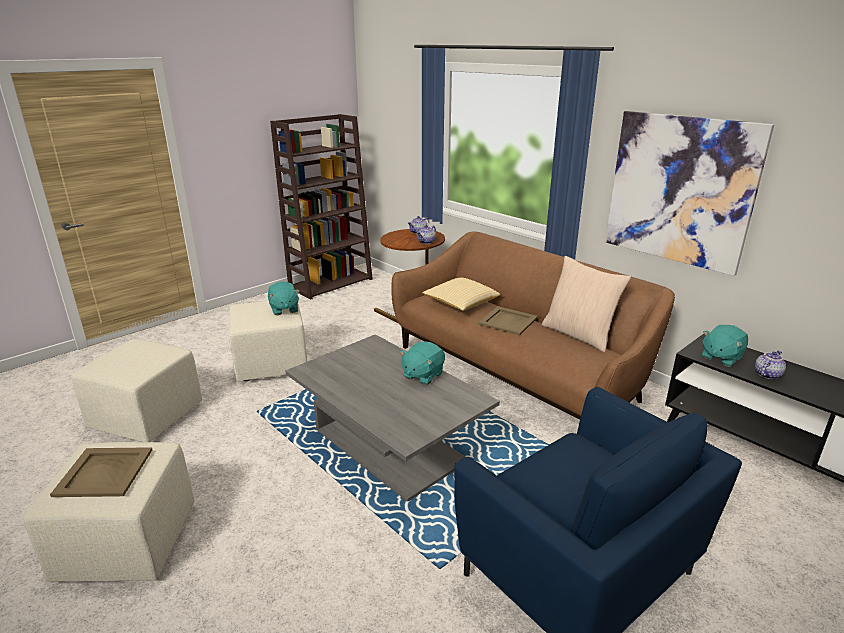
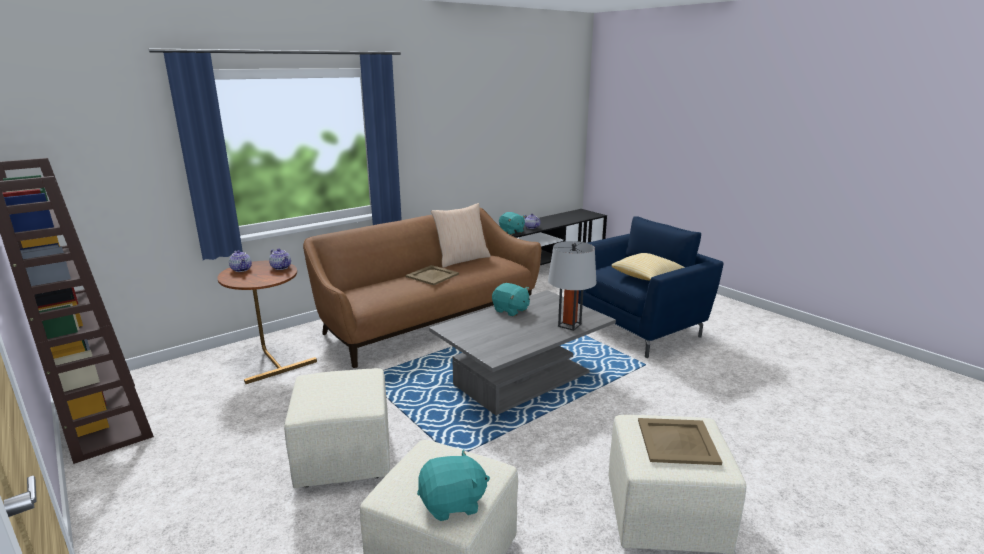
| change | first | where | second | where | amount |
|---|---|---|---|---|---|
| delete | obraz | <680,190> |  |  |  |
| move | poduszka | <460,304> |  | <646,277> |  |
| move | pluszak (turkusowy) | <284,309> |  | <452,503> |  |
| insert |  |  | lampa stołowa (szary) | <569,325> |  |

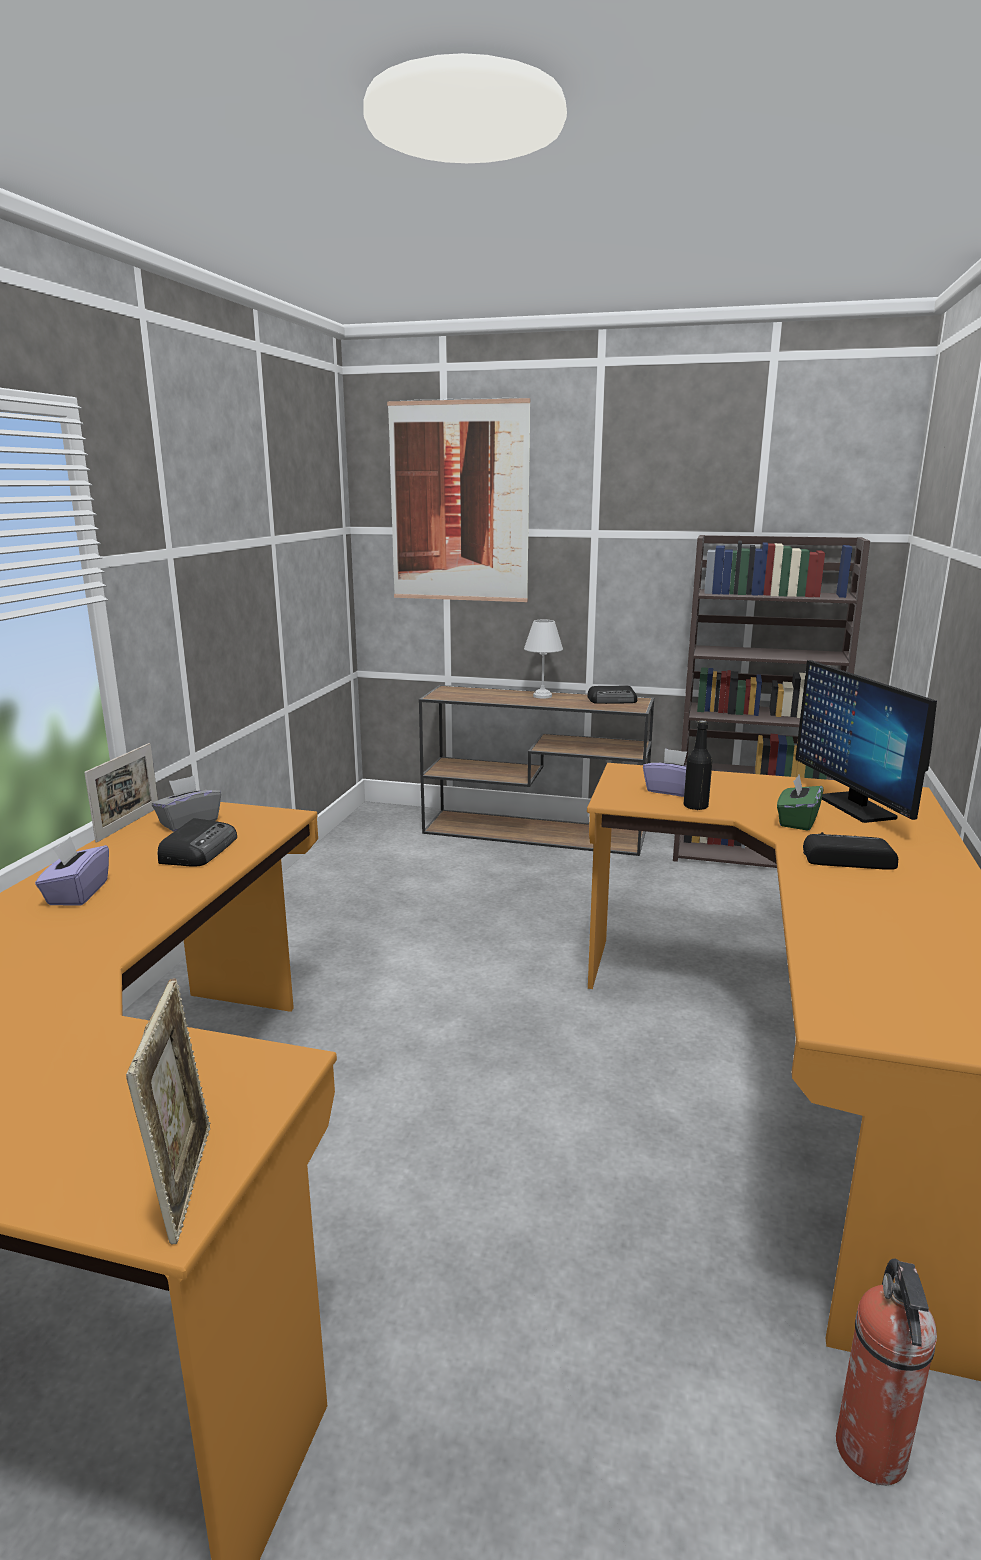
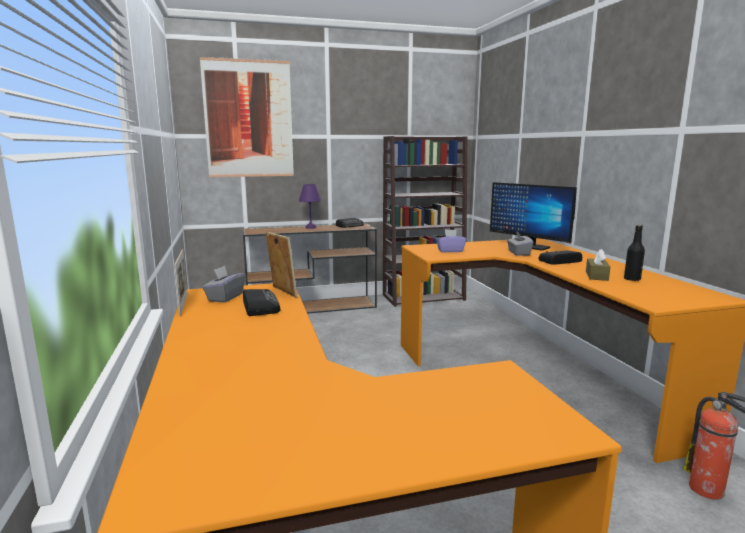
| change | first | where | second | where | amount |
|---|---|---|---|---|---|
| recolor | lampa stołowa (biały) | <543,696> | lampa stołowa (fioletowy) | <311,227> |  |
| move | butelka (czarny) | <695,806> |  | <632,279> |  |
| recolor | pudełko chusteczek (zielony) | <797,821> | pudełko chusteczek (szary) | <518,253> |  |
| delete | pudełko chusteczek (fioletowy) | <77,893> |  |  |  |
| move | ramka na zdjęcie | <184,1181> |  | <282,292> |  |
| insert |  |  | pudełko chusteczek (brązowy) | <596,276> |  |

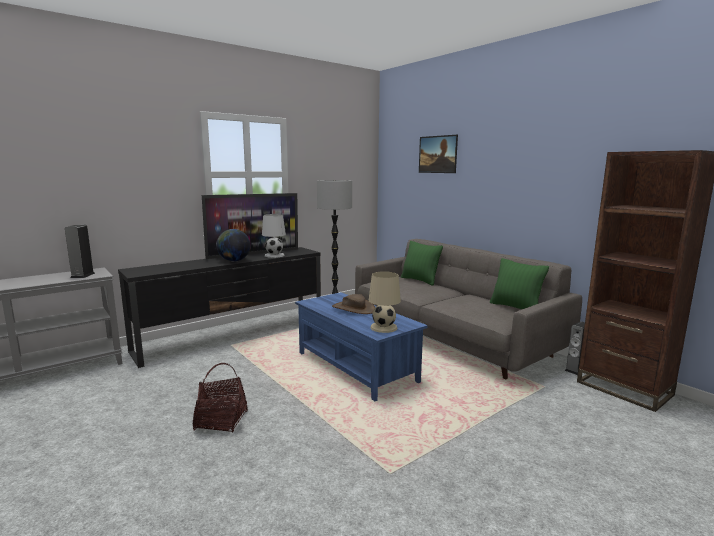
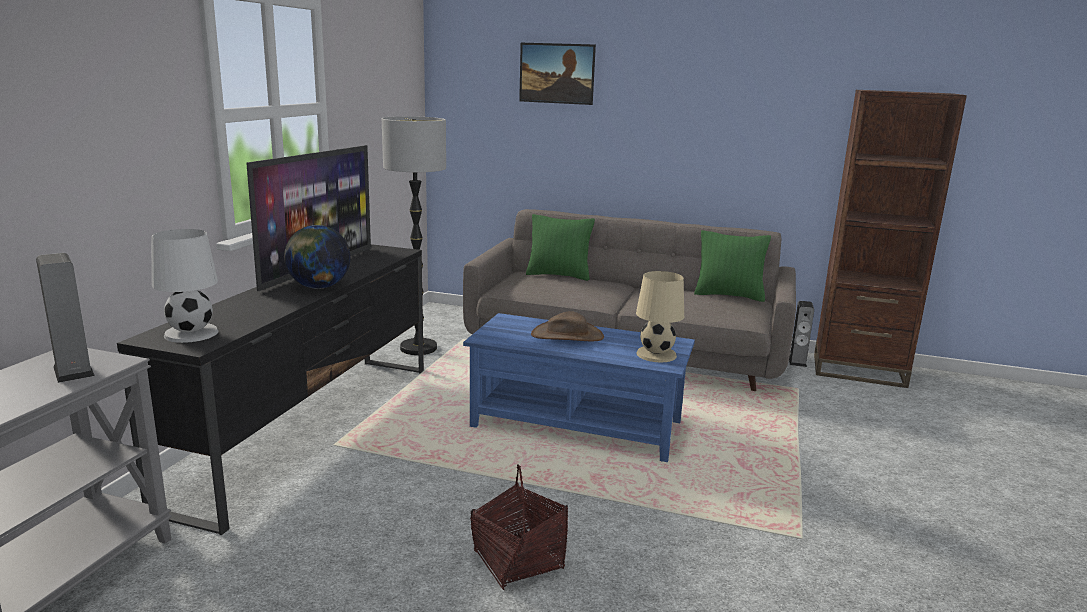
| change | first | where | second | where | amount |
|---|---|---|---|---|---|
| move | lampa stołowa (biały) | <274,255> |  | <190,333> |  |

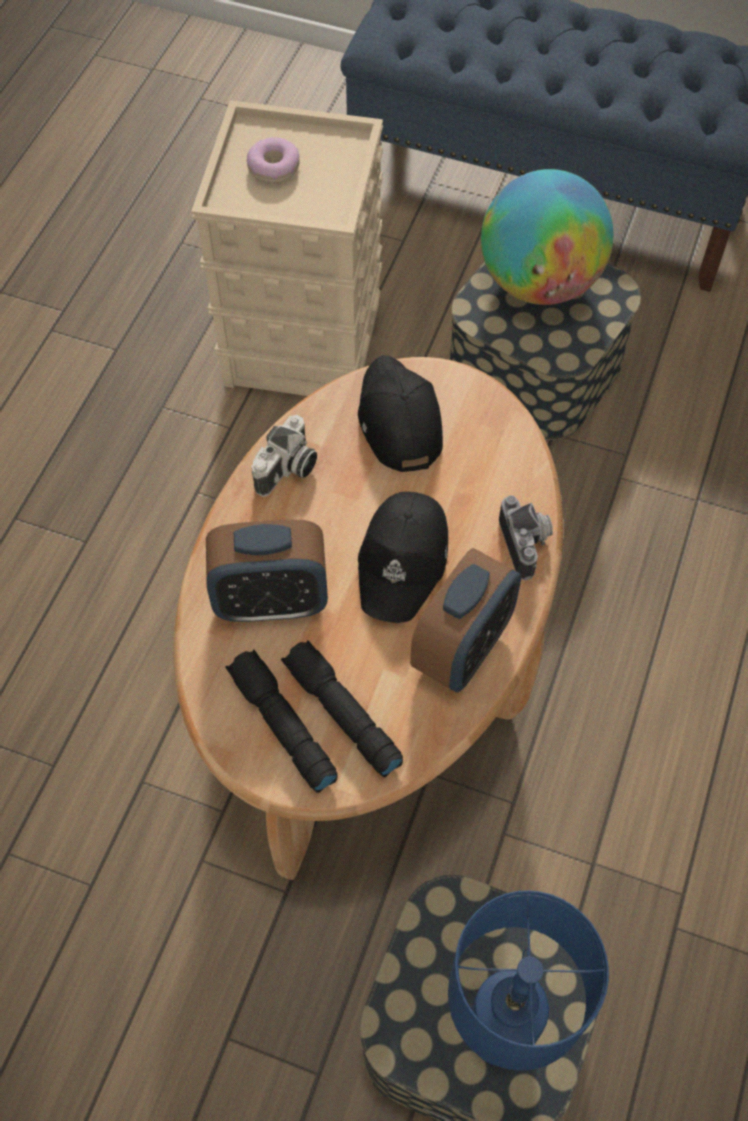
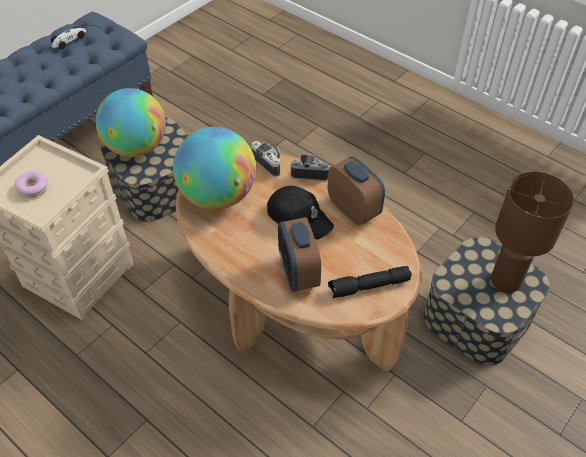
| change | first | where | second | where | amount |
|---|---|---|---|---|---|
| replace | czapka z daszkiem (czarny) | <398,420> | globus | <218,196> |  |
| move | aparat fotograficzny | <287,470> |  | <270,163> |  |
| rotate | budzik | <271,601> |  | <298,273> | 150 degrees clockwise |
| delete | latarka (czarny) | <340,714> |  |  |  |
| recolor | lampa stołowa (niebieski) | <502,1032> | lampa stołowa (brązowy) | <506,280> |  |
| insert |  |  | samochodzik | <69,40> |  |

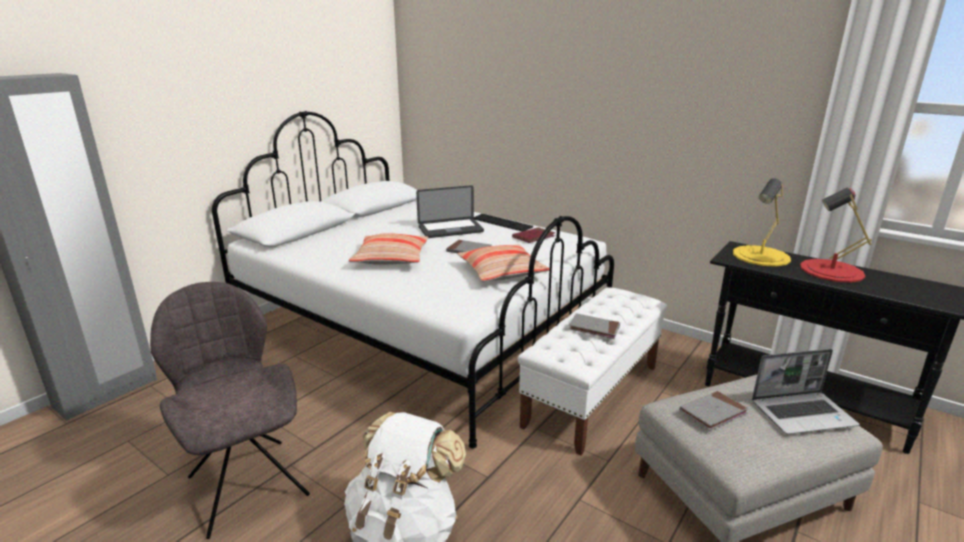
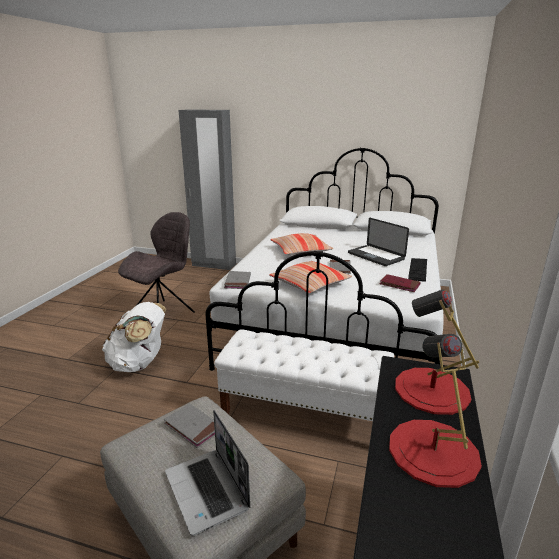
| change | first | where | second | where | amount |
|---|---|---|---|---|---|
| recolor | lampa stołowa (żółty) | <761,256> | lampa stołowa (czerwony) | <431,390> |  |
| move | książka (szary) | <594,328> |  | <237,282> |  |

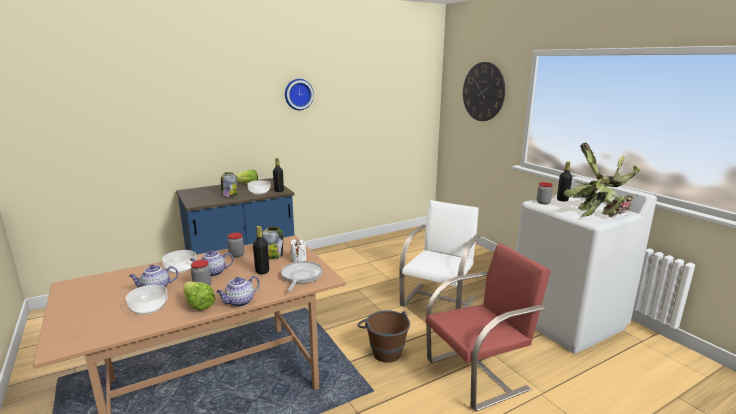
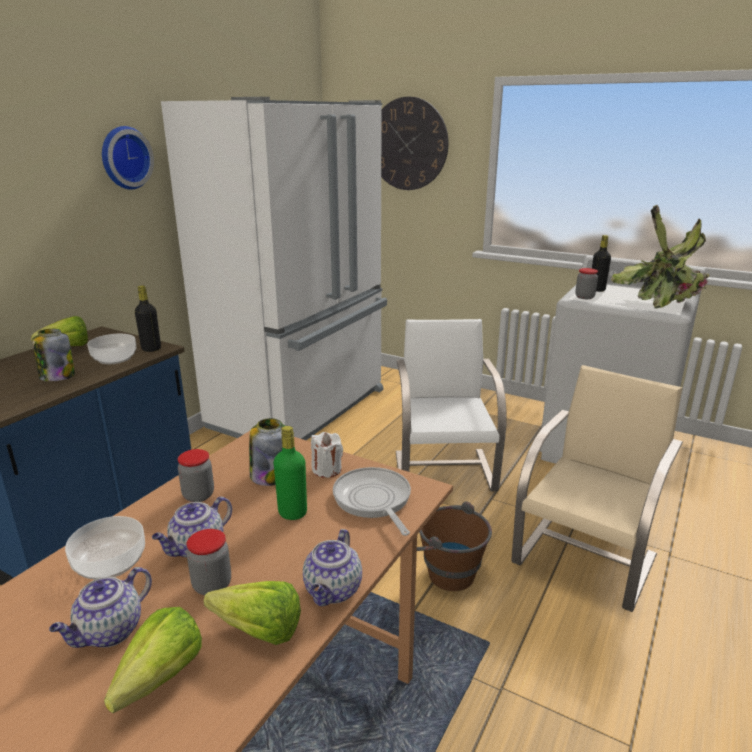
| change | first | where | second | where | amount |
|---|---|---|---|---|---|
| recolor | butelka (czarny) | <262,271> | butelka (zielony) | <292,513> |  |
| recolor | krzesło (czerwony) | <478,374> | krzesło (beżowy) | <586,558> |  |
| replace | miska | <149,307> | sałata | <153,685> |  |
| insert |  |  | lodówka (biały) | <302,409> |  |

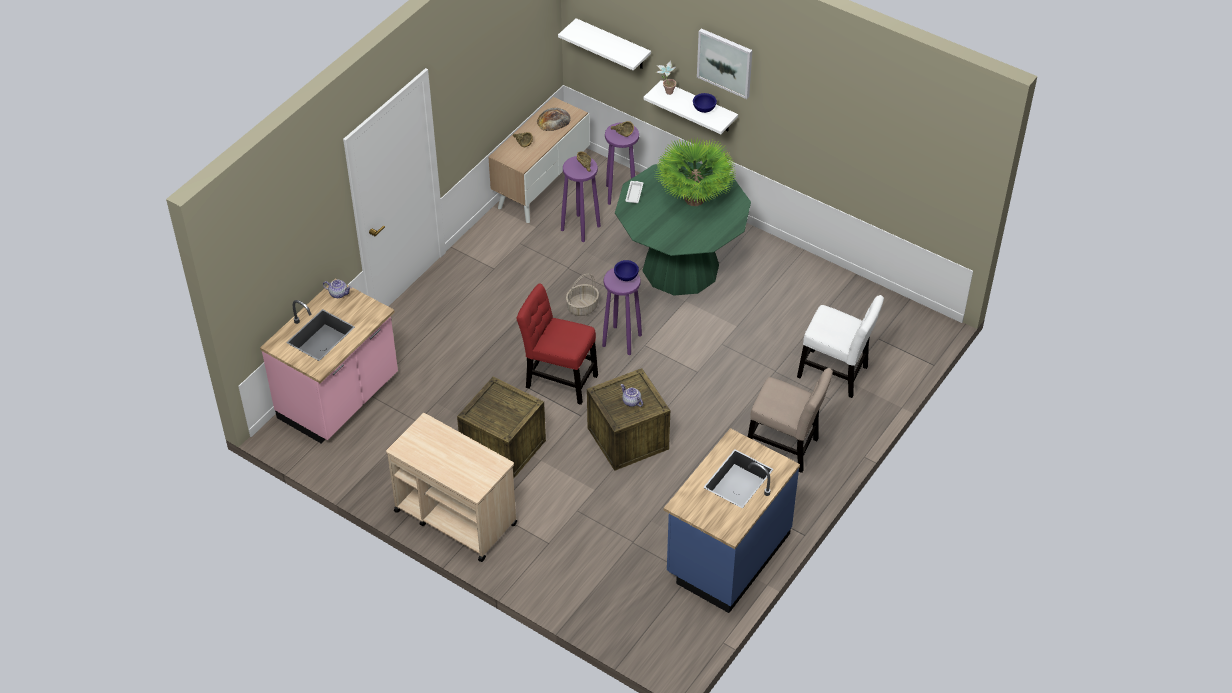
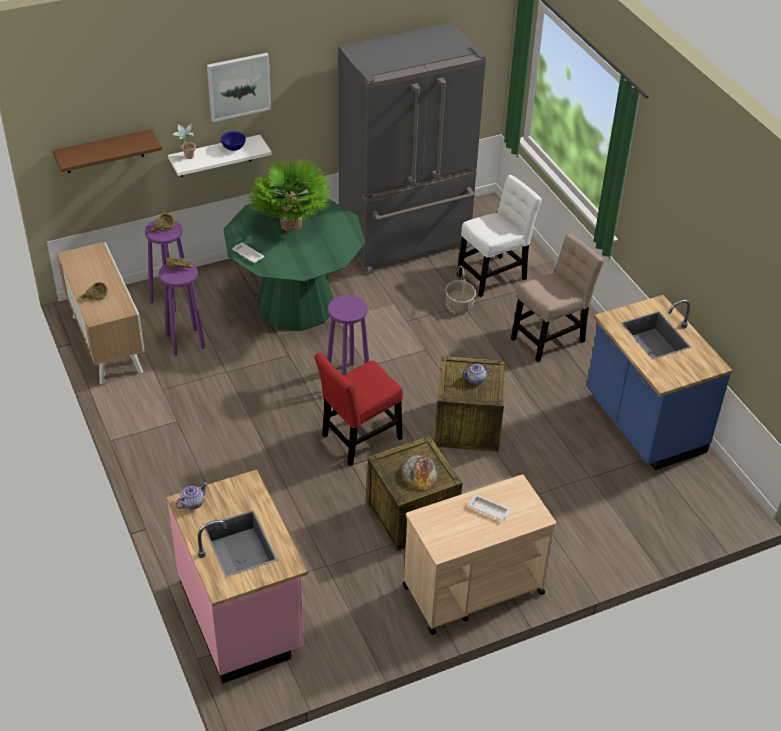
| change | first | where | second | where | amount |
|---|---|---|---|---|---|
| recolor | półka (biały) | <613,44> | półka (brązowy) | <104,151> |  |
| move | chleb | <553,120> |  | <420,473> |  |
| delete | miska (niebieski) | <626,277> |  |  |  |
| move | koszyk | <582,307> |  | <459,304> |  |
| insert |  |  | lodówka (szary) | <406,242> |  |
| insert |  |  | taca (biały) | <489,510> |  |

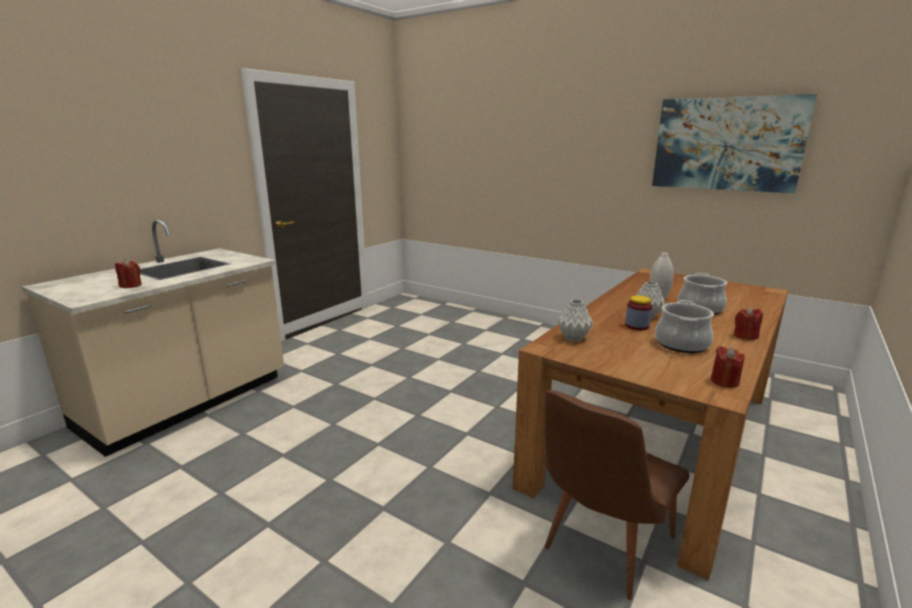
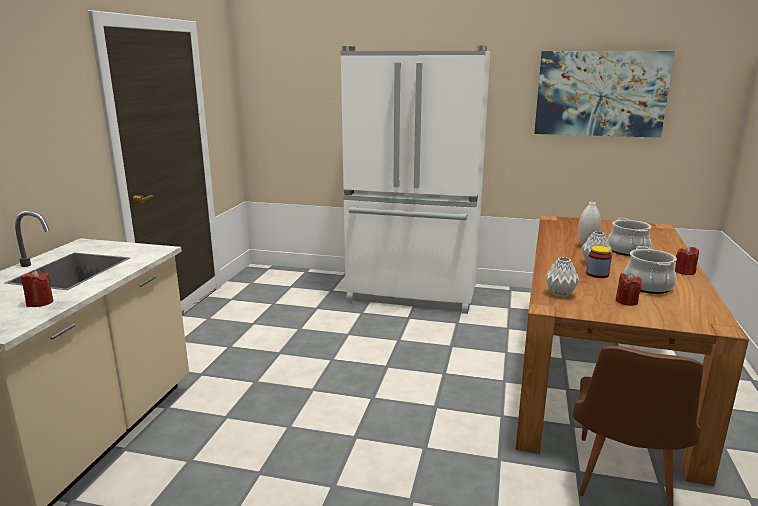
| change | first | where | second | where | amount |
|---|---|---|---|---|---|
| move | świeca (czerwony) | <724,381> |  | <626,301> |  |
| insert |  |  | lodówka (biały) | <413,294> |  |

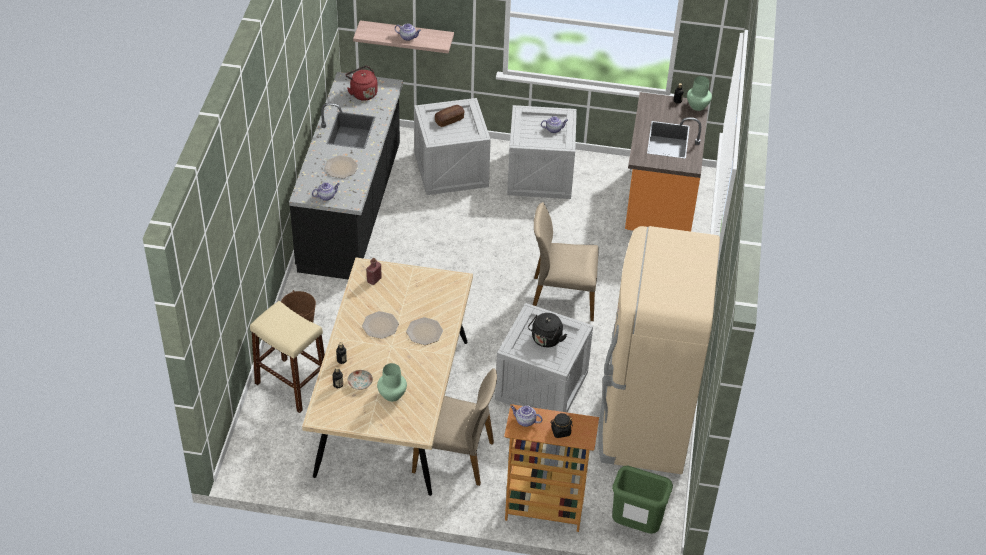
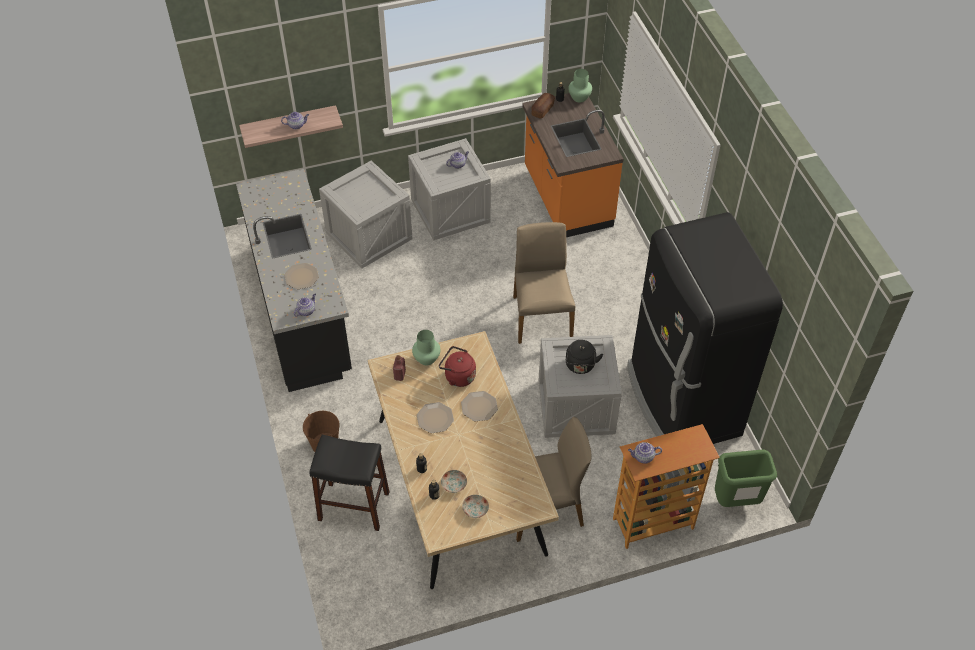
| change | first | where | second | where | amount |
|---|---|---|---|---|---|
| move | czajnik (czerwony) | <362,93> |  | <458,376> |  |
| move | chleb | <449,120> |  | <542,110> |  |
| rotate | krzesło (beżowy) | <562,297> |  | <541,316> | 105 degrees clockwise |
| recolor | lodówka (beżowy) | <644,422> | lodówka (czarny) | <681,401> |  |
| recolor | stołek (beżowy) | <291,385> | stołek (czarny) | <353,506> |  |
| move | wazon (zielony) | <392,394> |  | <426,358> |  |
| delete | słoik (czarny) | <560,431> |  |  |  |
| insert |  |  | talerz | <475,509> |  |

